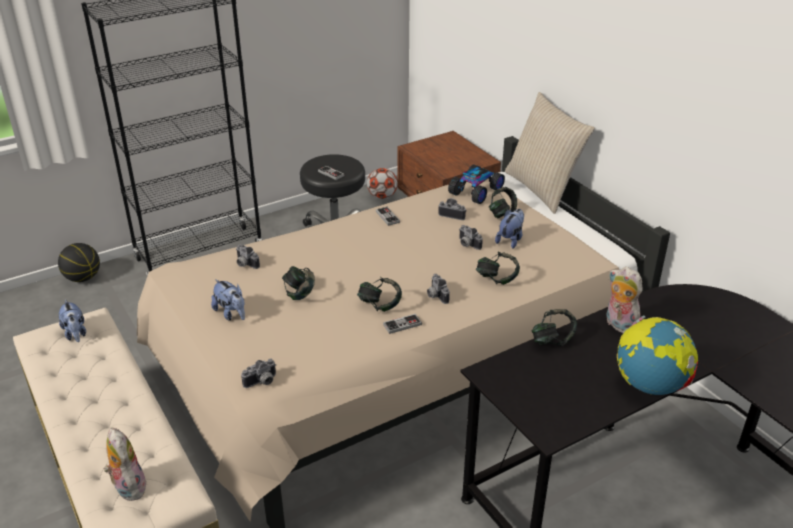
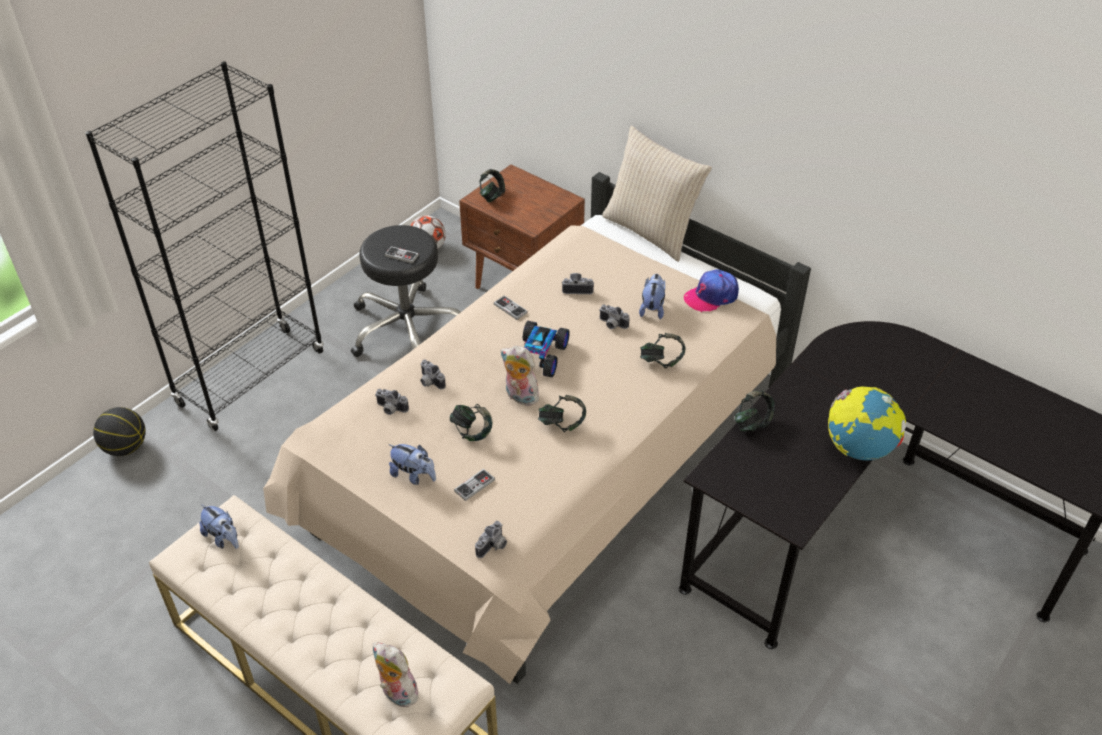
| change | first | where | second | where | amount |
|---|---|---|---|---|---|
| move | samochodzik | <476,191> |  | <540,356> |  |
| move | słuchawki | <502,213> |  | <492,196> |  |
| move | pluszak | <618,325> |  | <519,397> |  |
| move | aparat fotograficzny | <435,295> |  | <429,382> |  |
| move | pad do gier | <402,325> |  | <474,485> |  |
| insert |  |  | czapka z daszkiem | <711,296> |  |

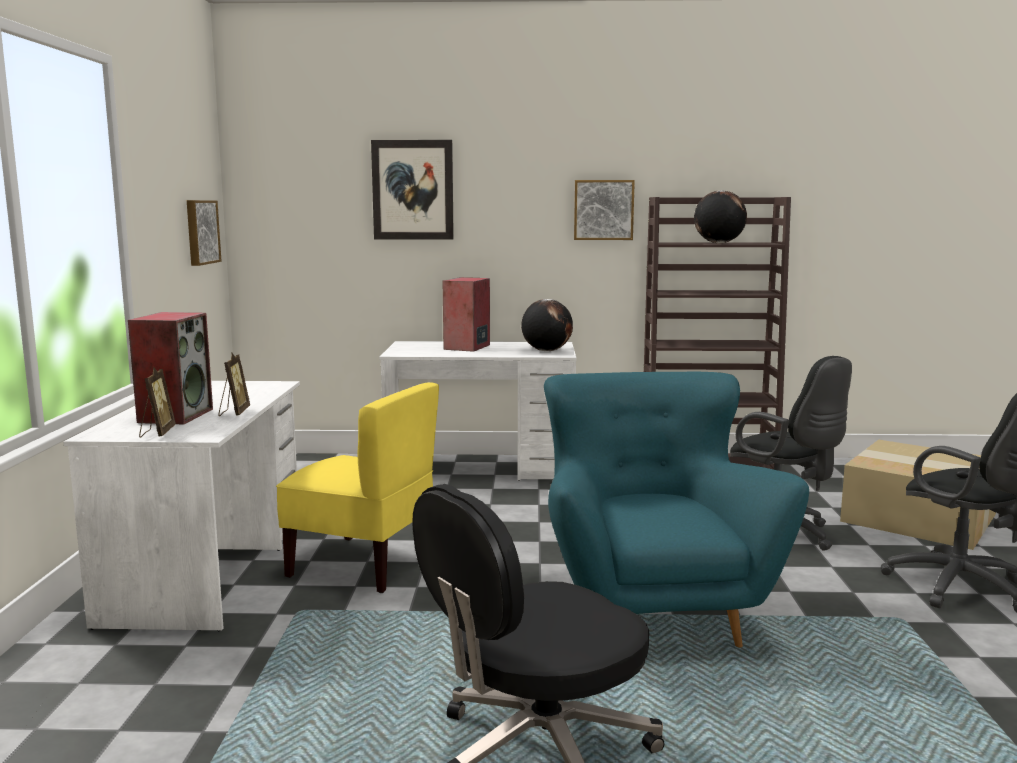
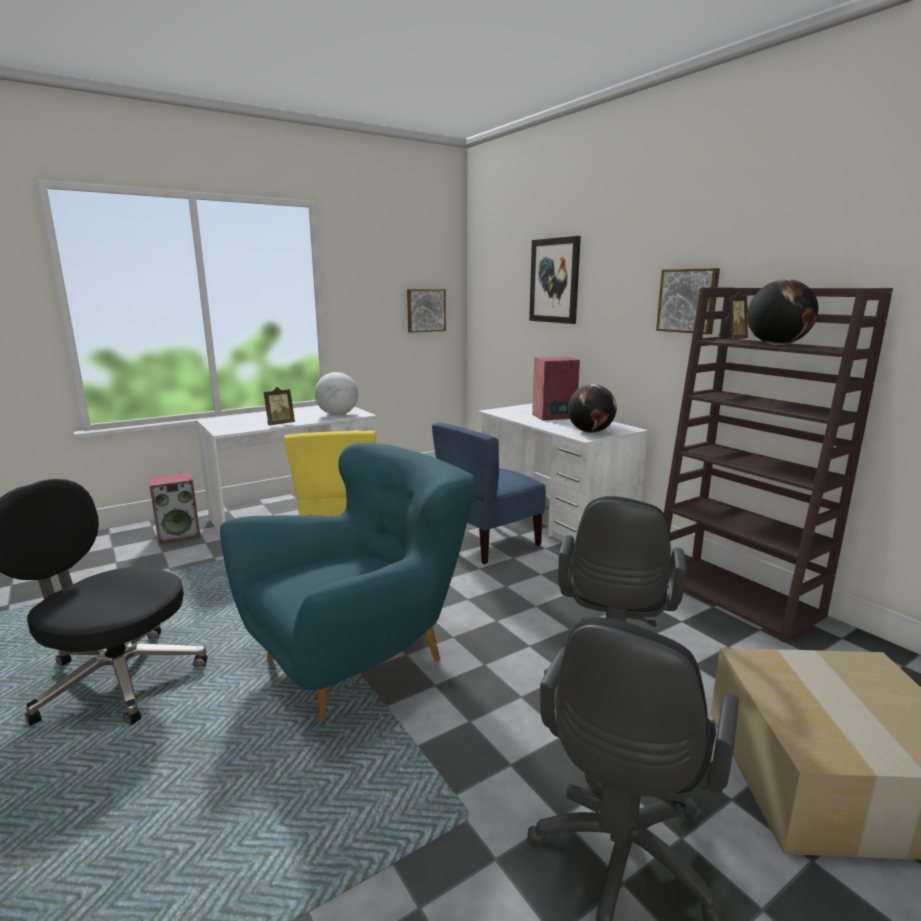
| change | first | where | second | where | amount |
|---|---|---|---|---|---|
| move | głośnik | <175,415> |  | <179,535> |  |
| move | ramka na zdjęcie | <157,433> |  | <731,340> |  |
| insert |  |  | globus | <338,414> |  |
| insert |  |  | krzesło (niebieski) | <489,544> |  |

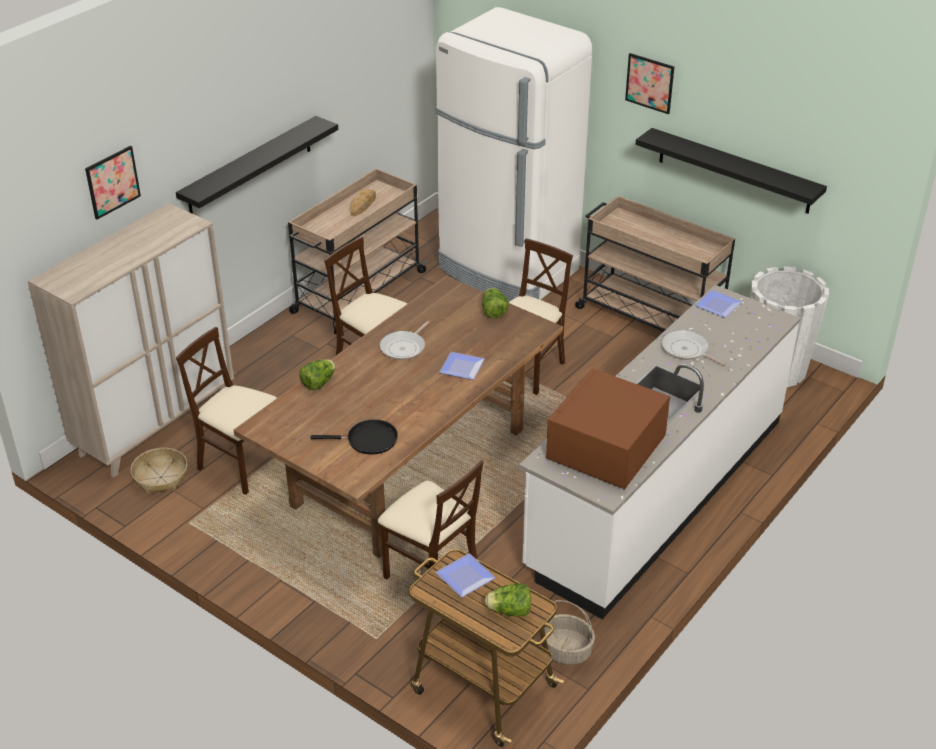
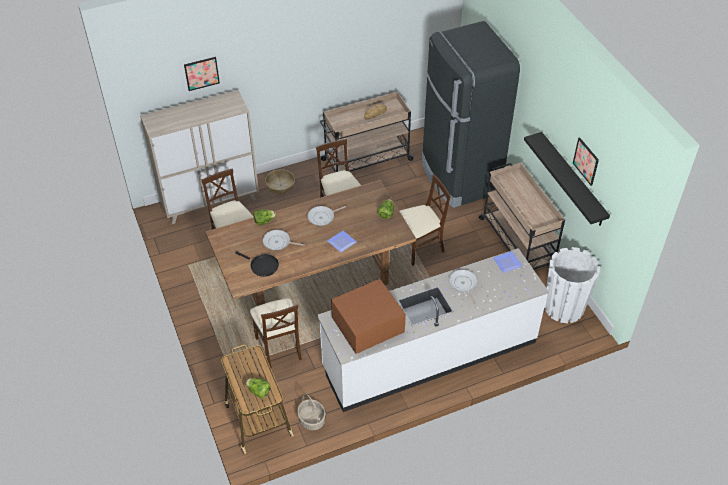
| change | first | where | second | where | amount |
|---|---|---|---|---|---|
| recolor | lodówka (biały) | <507,271> | lodówka (czarny) | <459,177> |  |
| move | obraz | <649,83> |  | <586,161> |  |
| delete | półka (czarny) | <250,167> |  |  |  |
| move | koszyk | <160,477> |  | <280,185> |  |
| delete | talerz | <465,579> |  |  |  |
| insert |  |  | patelnia | <278,242> |  |

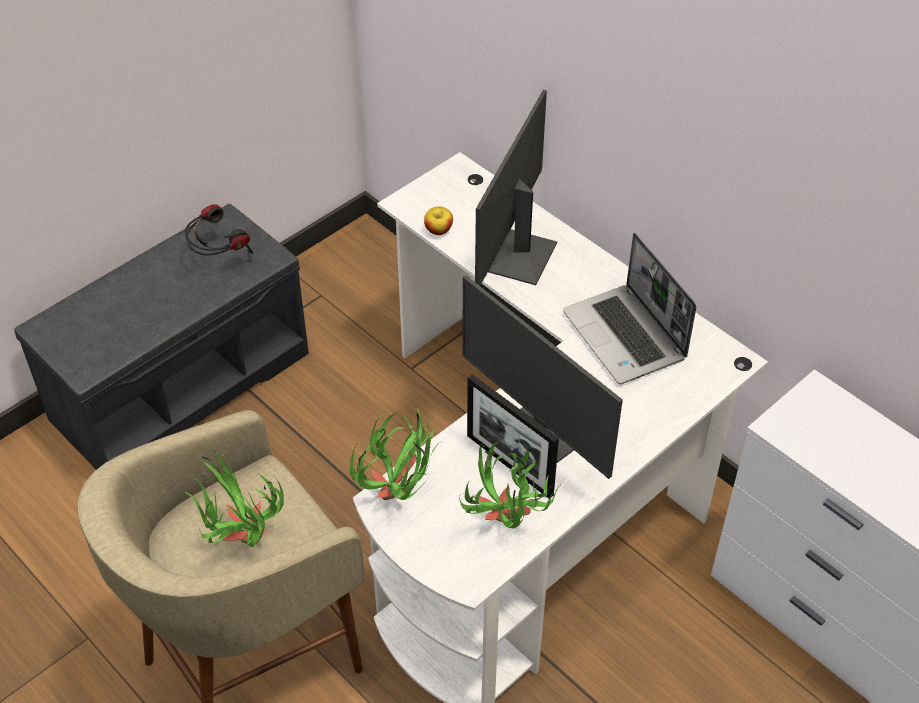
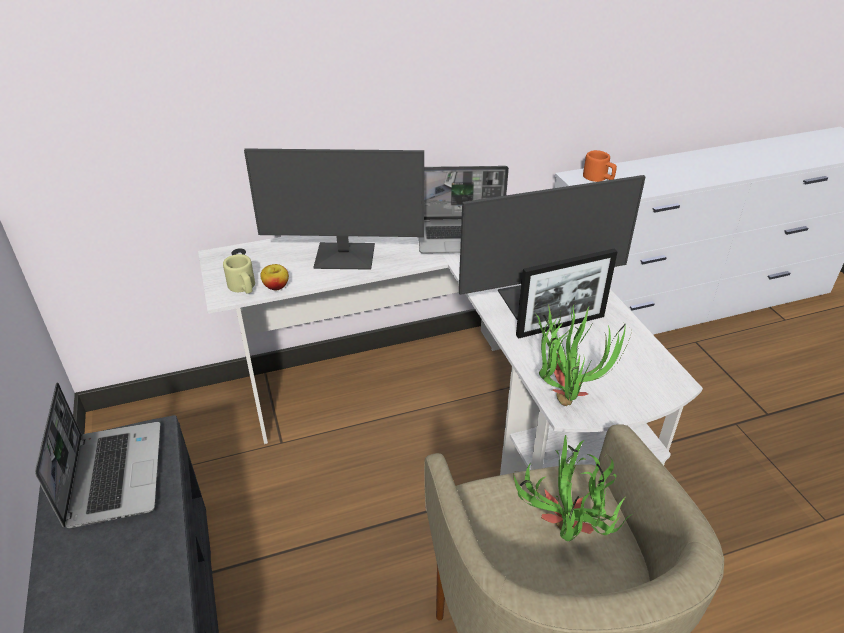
| change | first | where | second | where | amount |
|---|---|---|---|---|---|
| rotate | monitor | <519,256> |  | <345,257> | 45 degrees counterclockwise |
| replace | słuchawki | <219,257> | laptop | <113,473> |  |
| delete | roślina doniczkowa | <504,528> |  |  |  |
| insert |  |  | kubek (pomarańczowy) | <598,178> |  |
| insert |  |  | kubek (beżowy) | <243,287> |  |

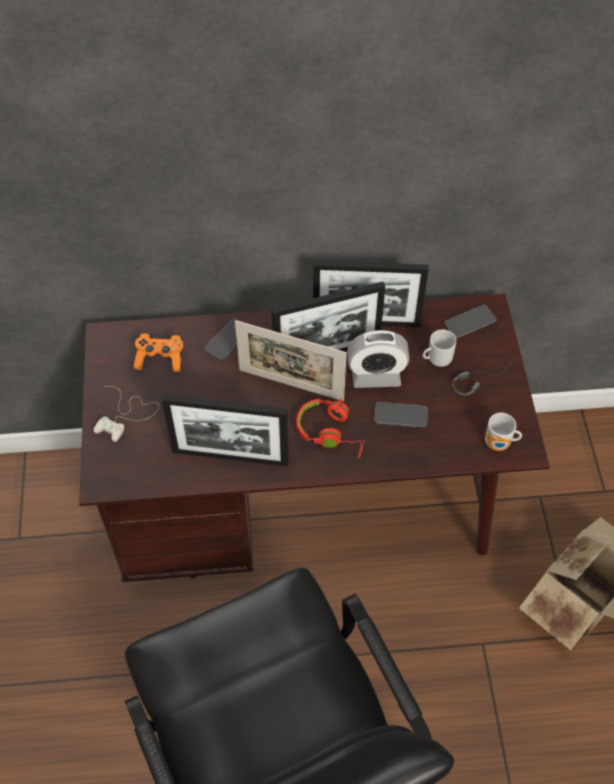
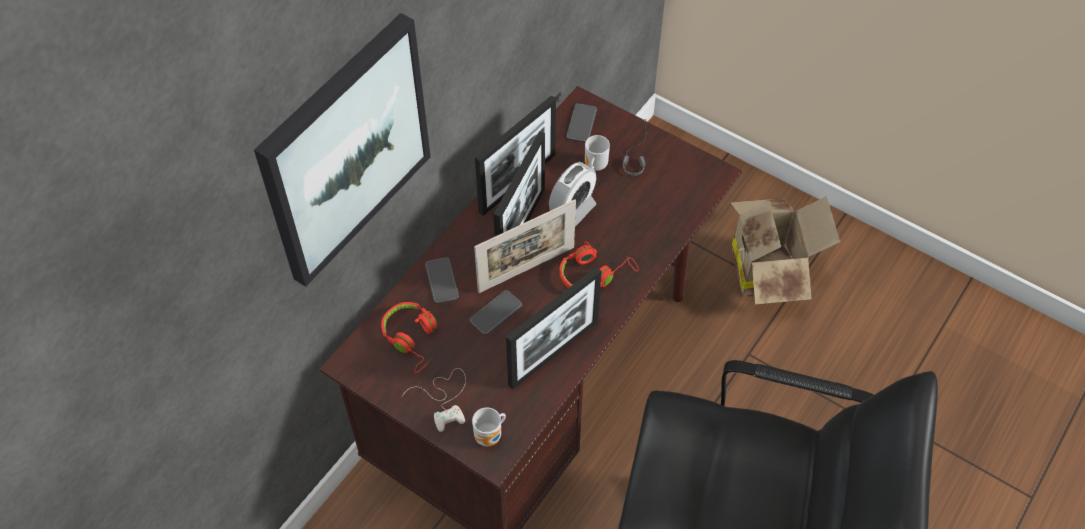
| change | first | where | second | where | amount |
|---|---|---|---|---|---|
| replace | pad do gier (pomarańczowy) | <160,359> | słuchawki (czerwony) | <412,339> |  |
| move | telefon | <400,415> |  | <496,313> |  |
| move | kubek | <498,444> |  | <490,437> |  |
| insert |  |  | obraz | <345,150> |  |

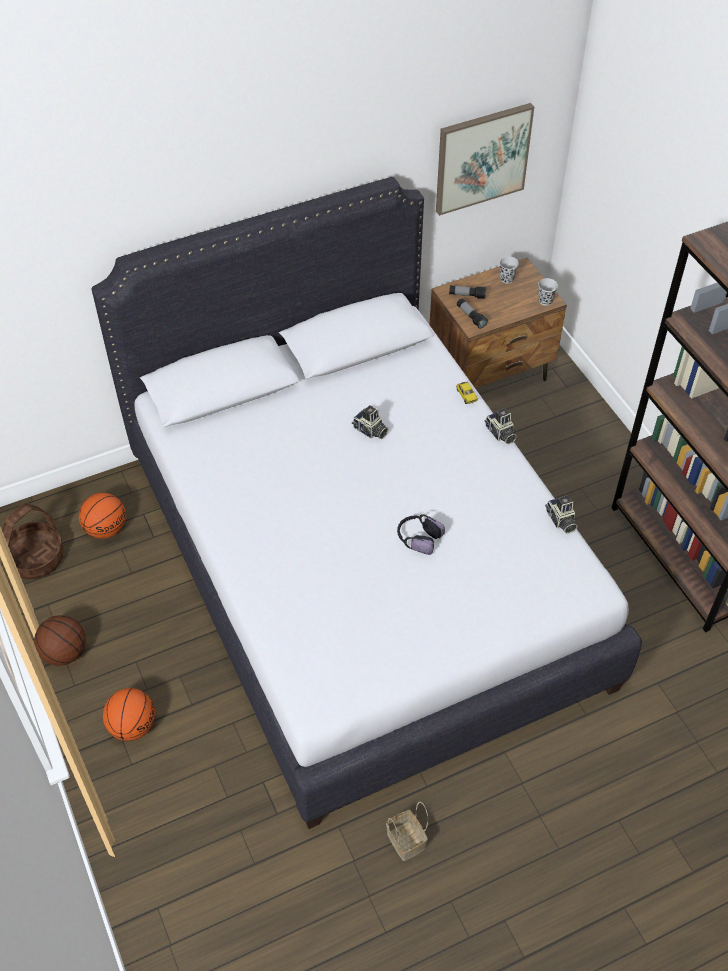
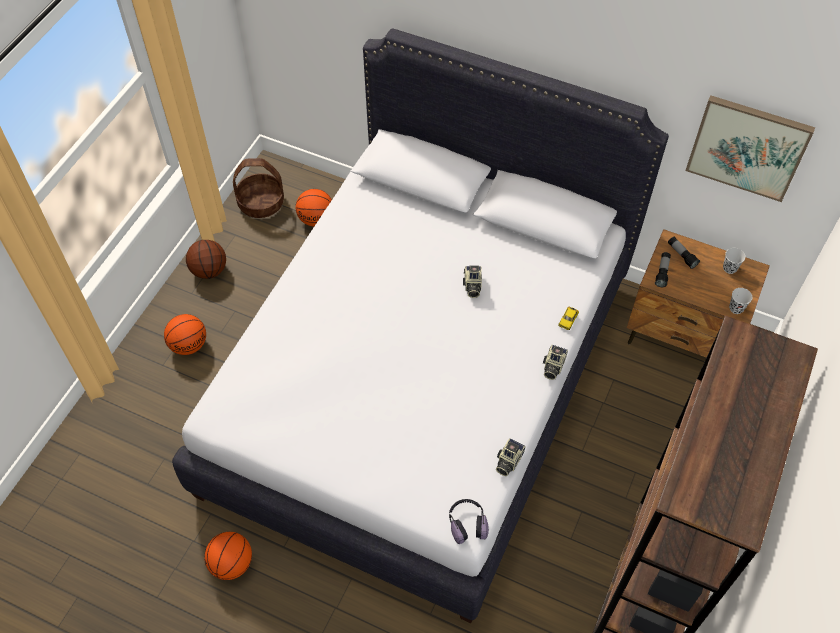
| change | first | where | second | where | amount |
|---|---|---|---|---|---|
| move | słuchawki | <418,538> |  | <467,523> |  |
| replace | koszyk | <407,842> | piłka do koszykówki | <231,564> |  |

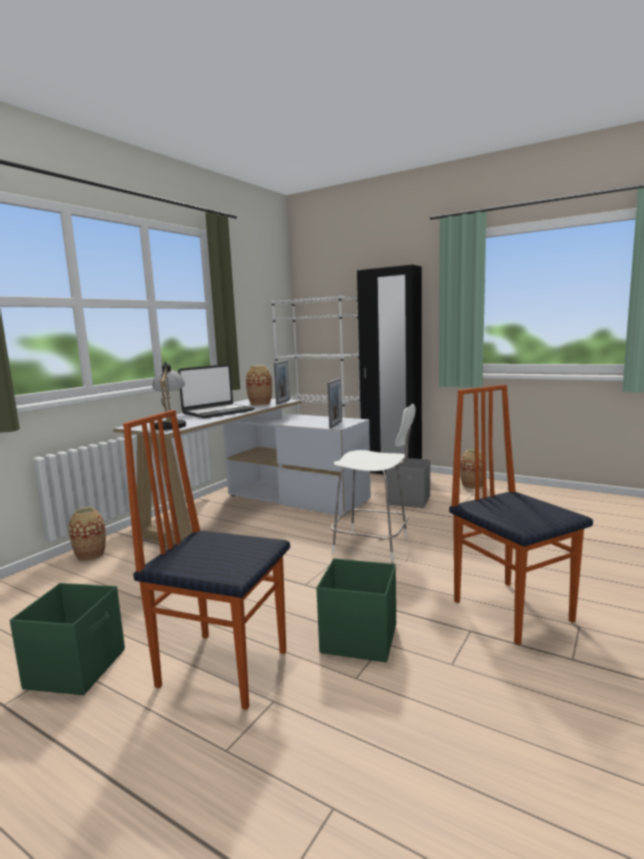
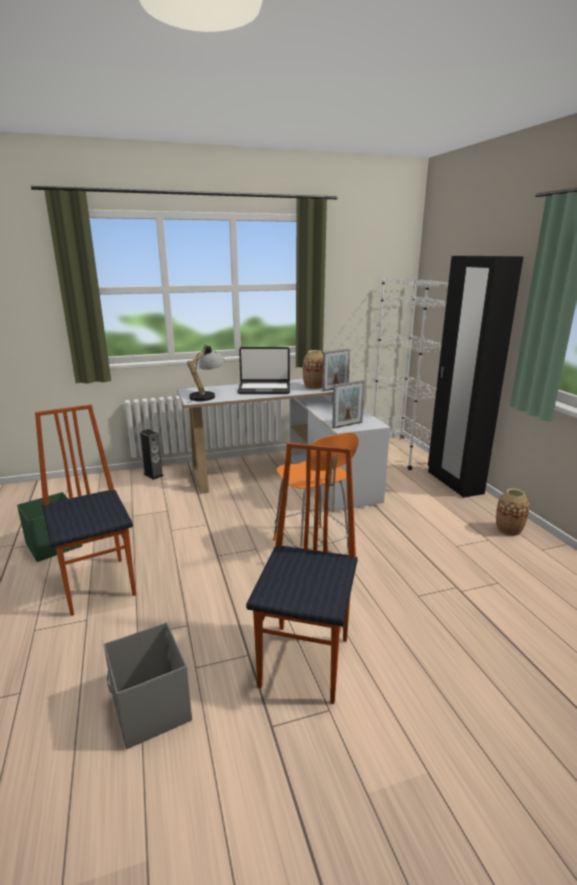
| change | first | where | second | where | amount |
|---|---|---|---|---|---|
| recolor | krzesło (biały) | <374,544> | krzesło (pomarańczowy) | <312,548> |  |
| move | pojemnik do przechowywania (szary) | <409,501> |  | <151,710> |  |
| replace | wazon | <90,555> | głośnik | <153,475> |  |
| delete | pojemnik do przechowywania (zielony) | <358,638> |  |  |  |

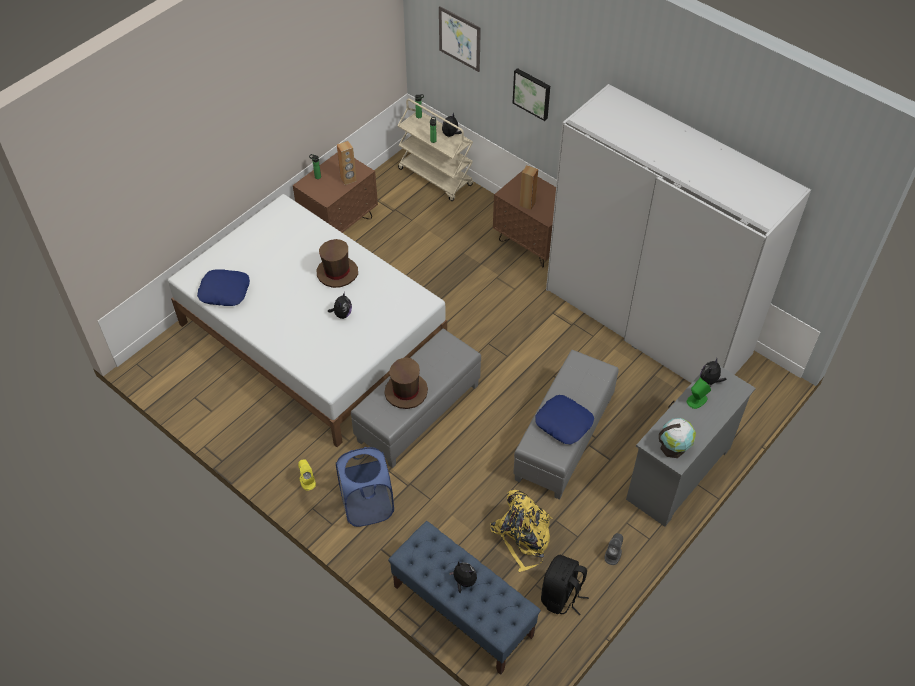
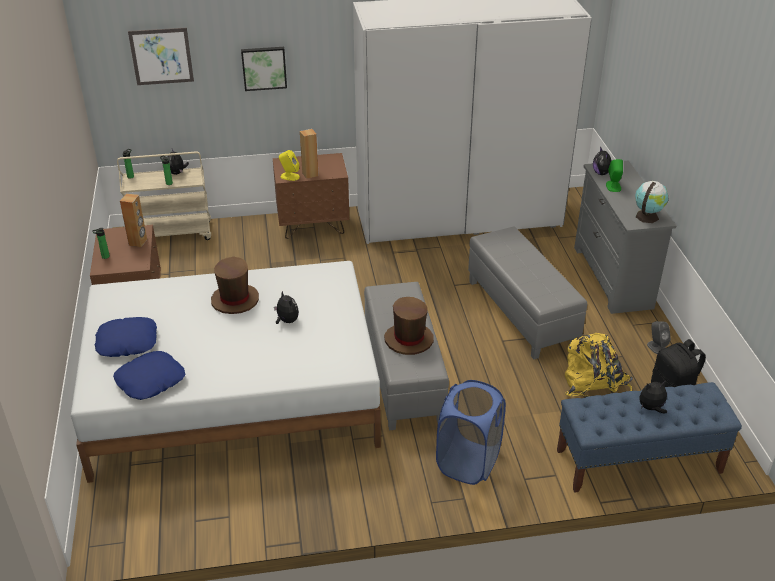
| change | first | where | second | where | amount |
|---|---|---|---|---|---|
| move | poduszka (niebieski) | <564,422> |  | <127,342> |  |
| move | głośnik (żółty) | <307,481> |  | <289,176> |  |

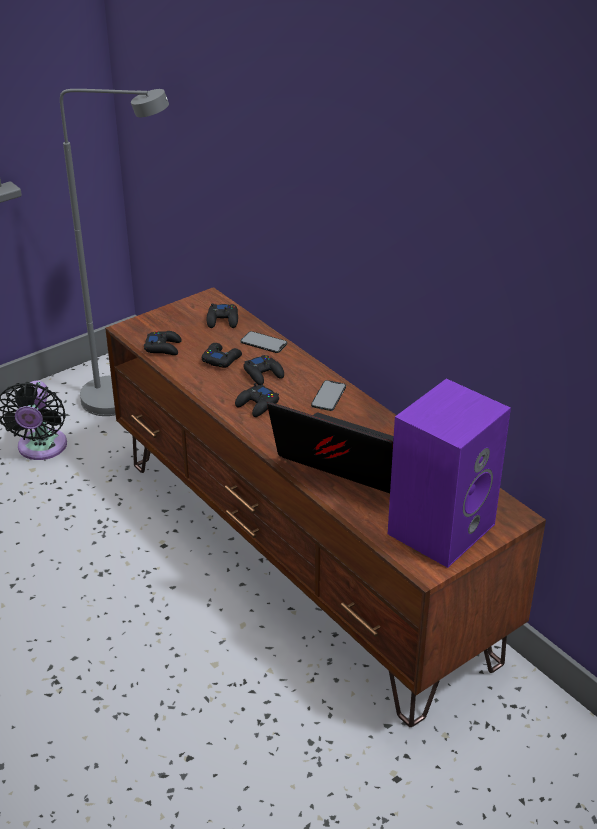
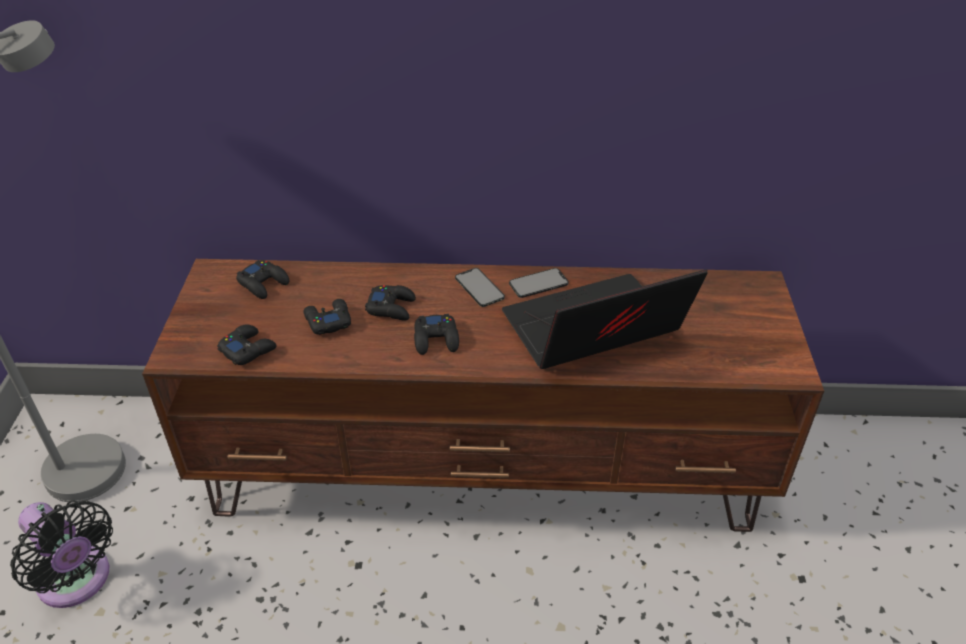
| change | first | where | second | where | amount |
|---|---|---|---|---|---|
| move | telefon | <263,342> |  | <538,283> |  |
| delete | głośnik (fioletowy) | <441,527> |  |  |  |

